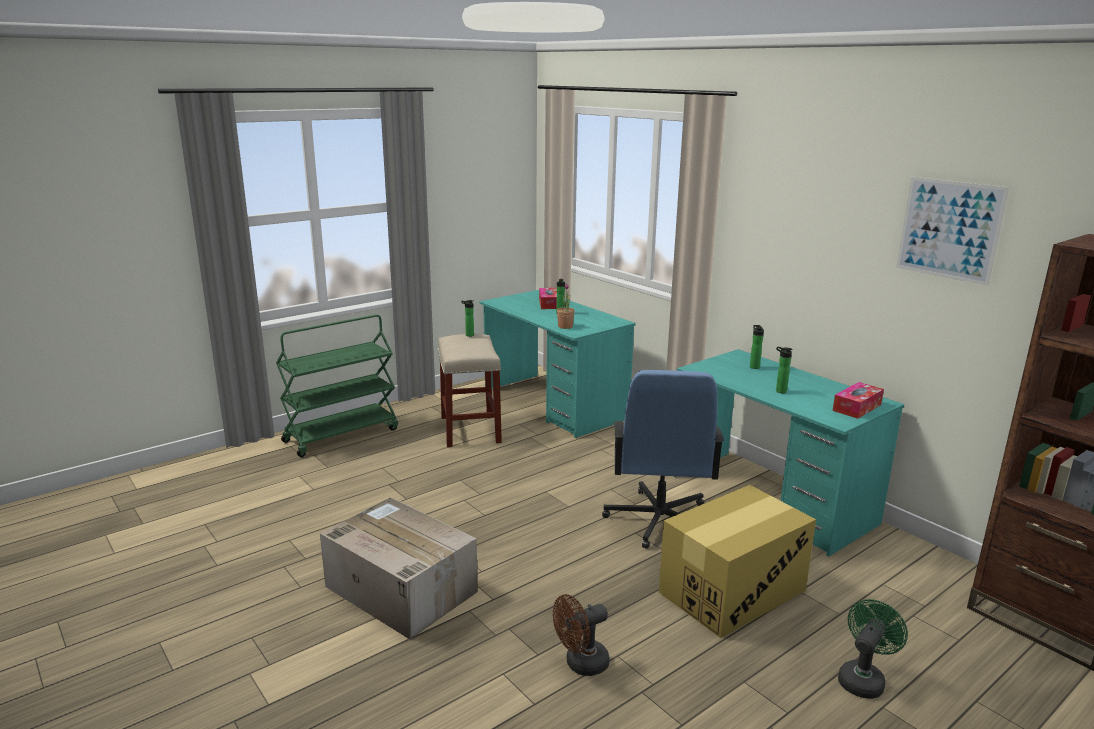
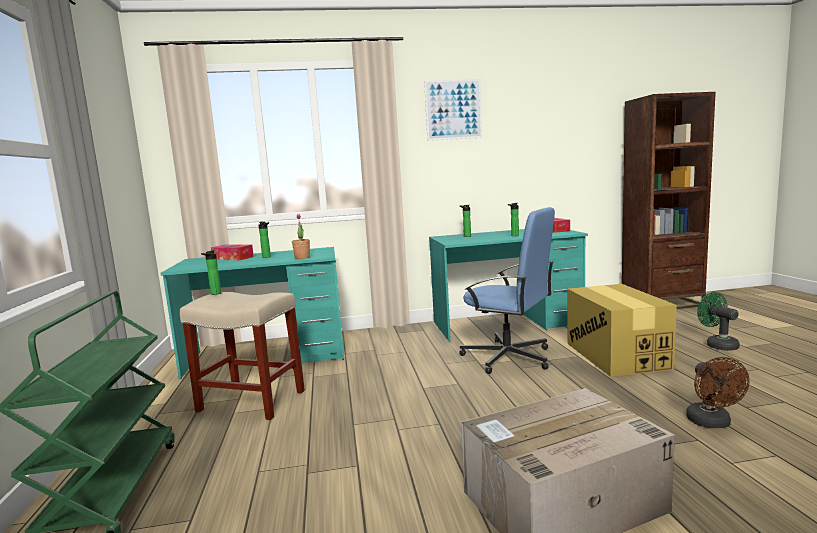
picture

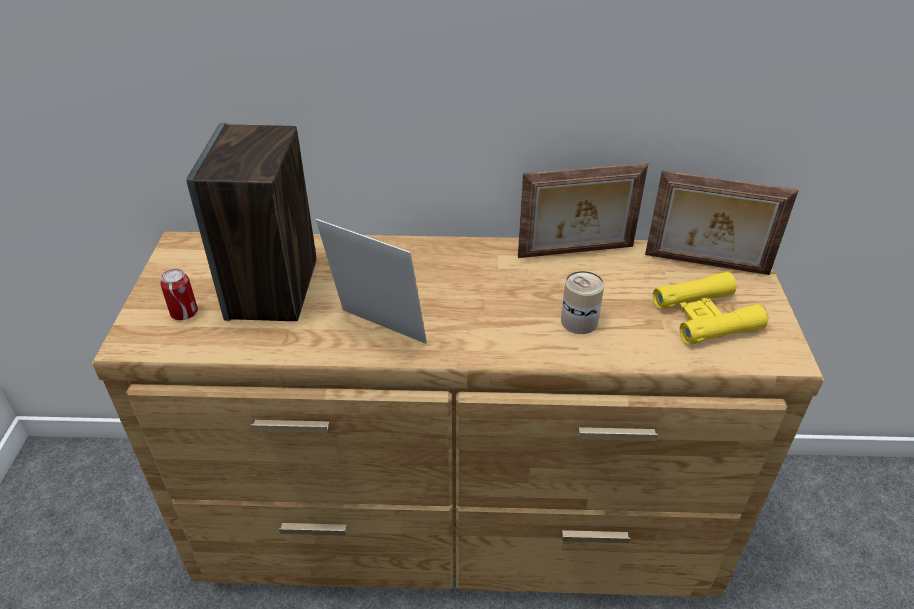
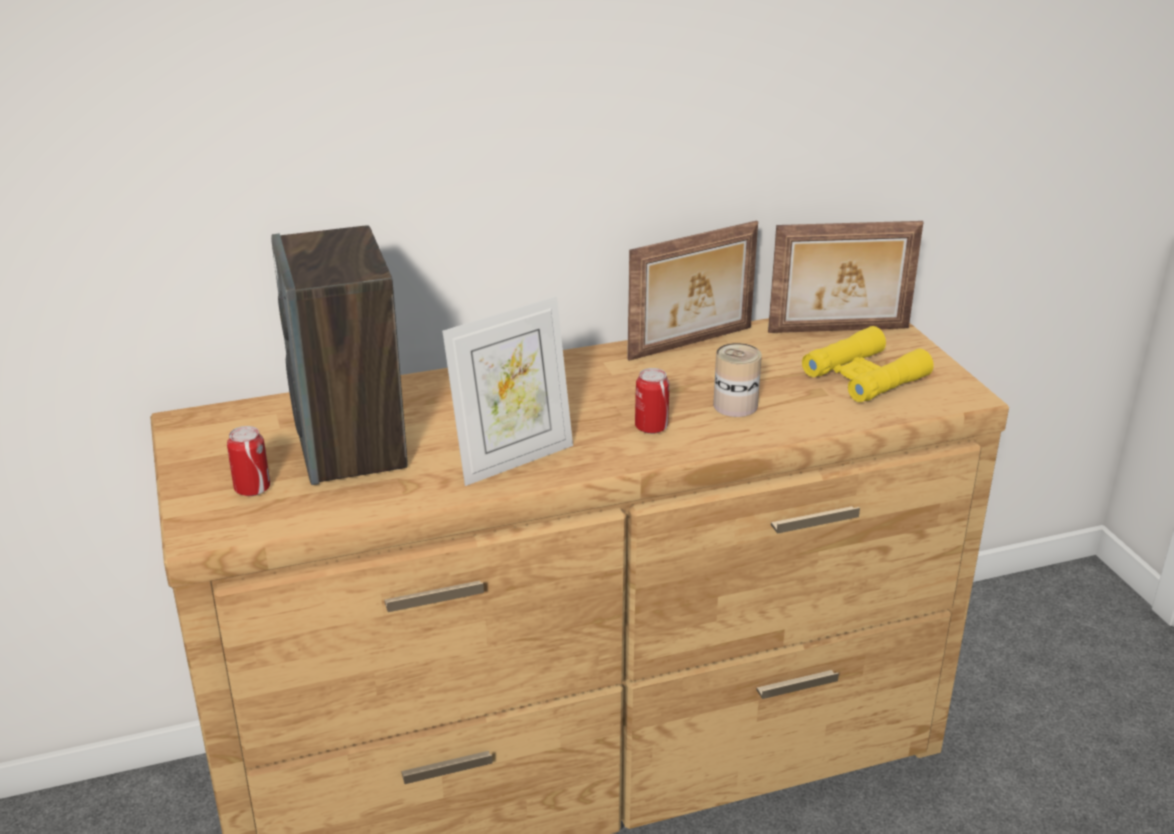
picture frame (1st from left)
can (2nd from left)

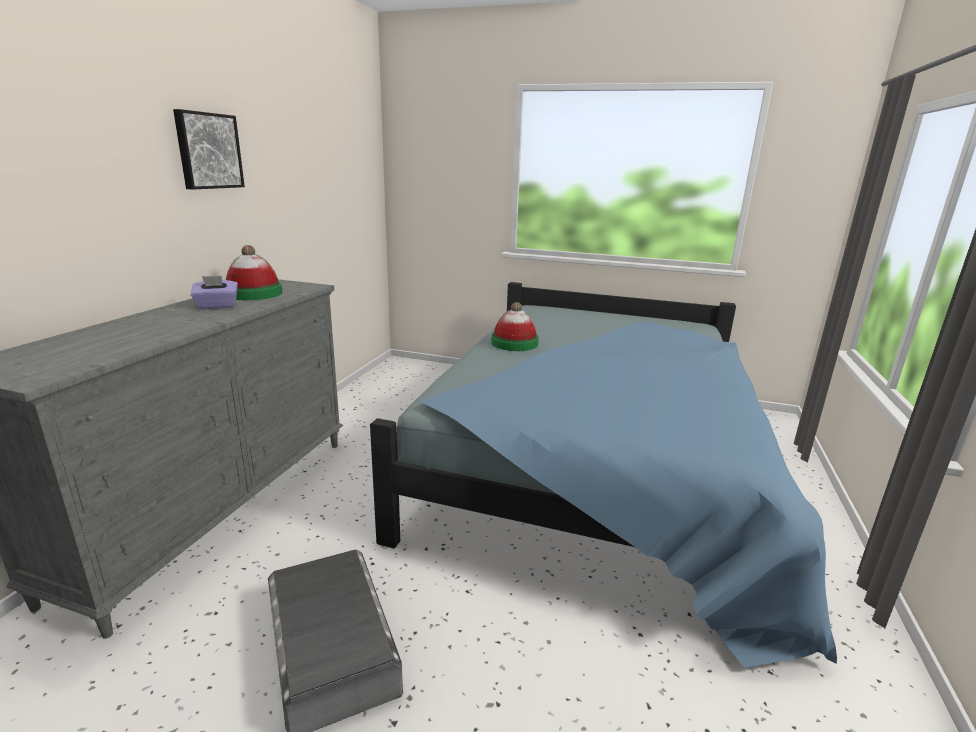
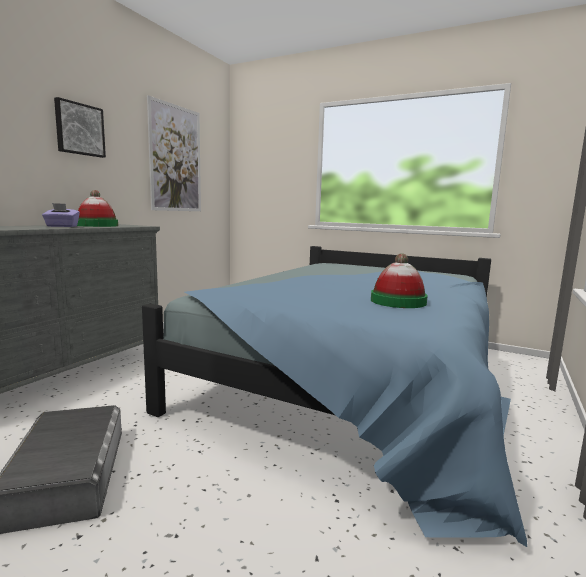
hat (2nd from left)
picture (2nd from left)

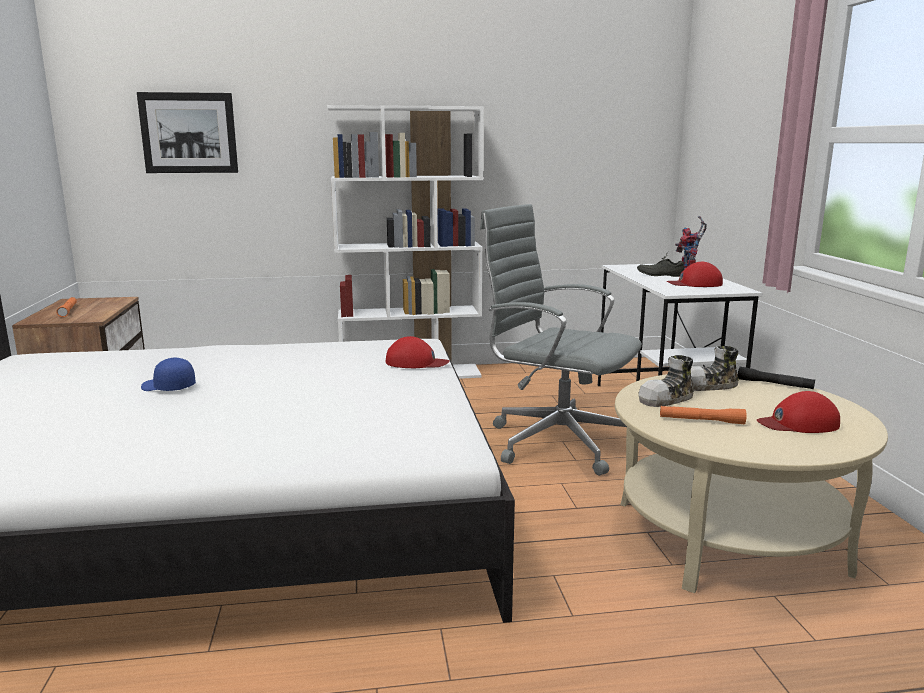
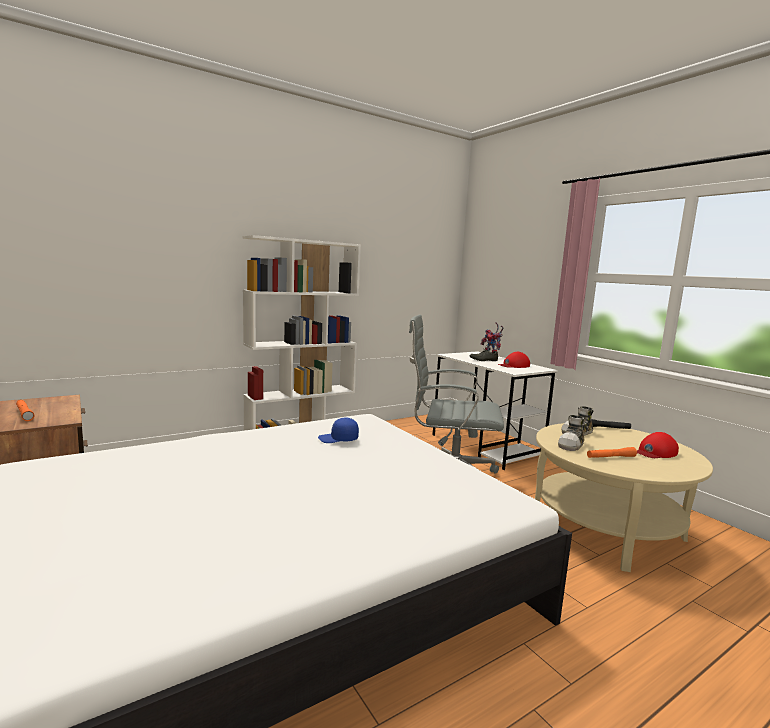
picture
blue cap
red cap (1st from left in the first image)

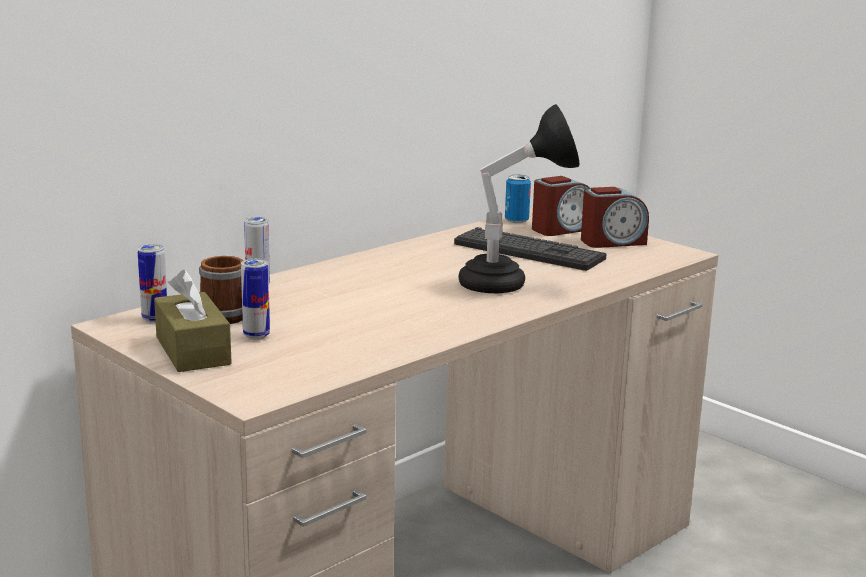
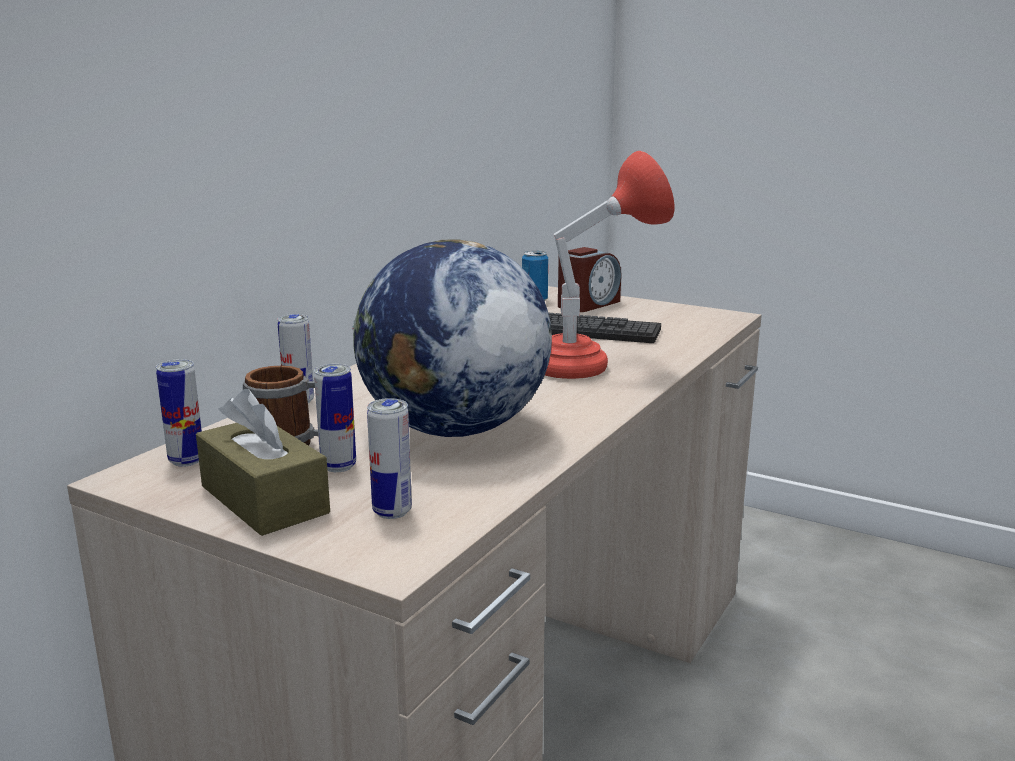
red table lamp
alarm clock (2nd from left in the first image)
globe
can (4th from left)

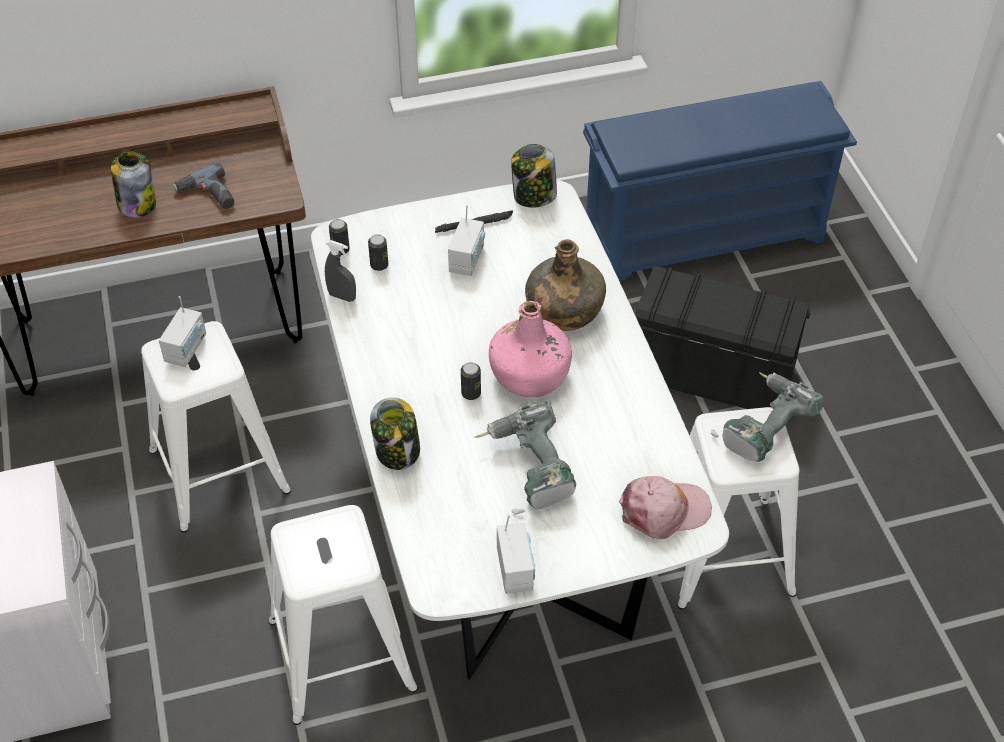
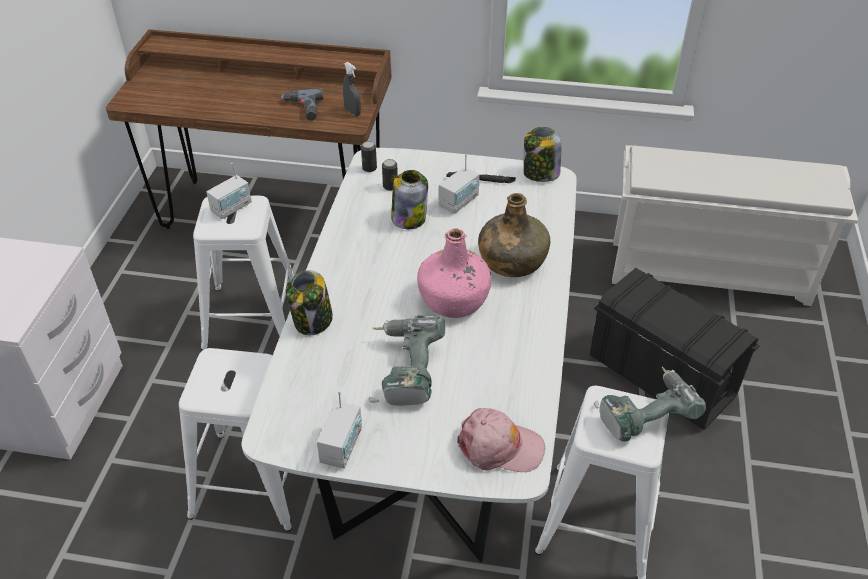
jar (2nd from left)
grey spray bottle
can (3rd from left in the first image)
white shoe rack

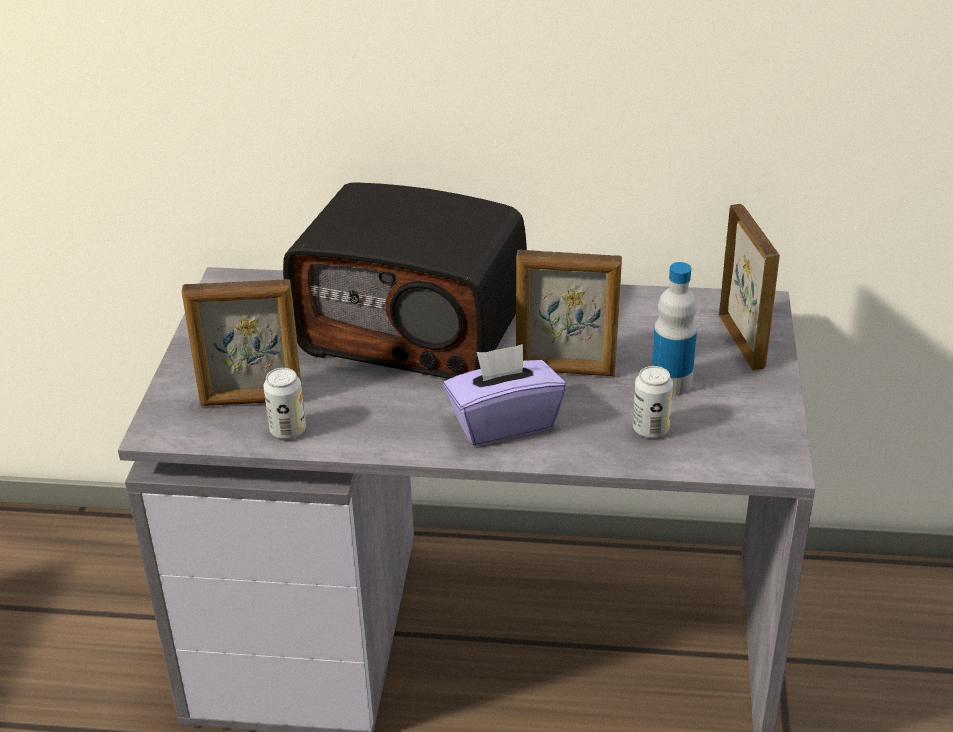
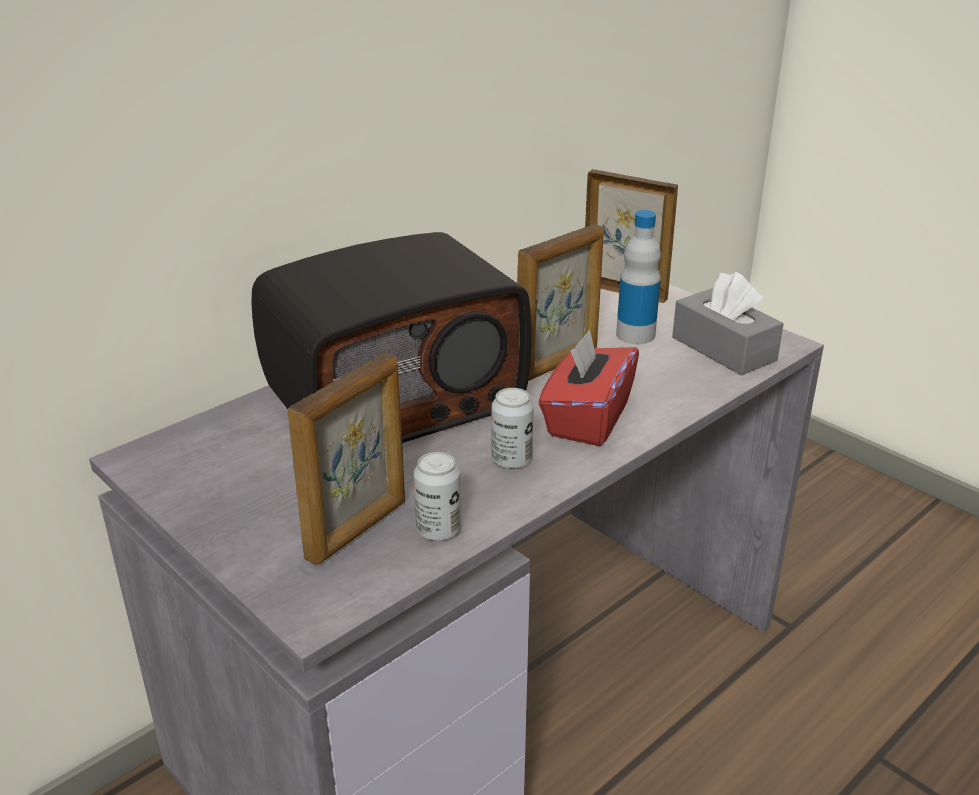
red tissue box
can (2nd from left)
grey tissue box

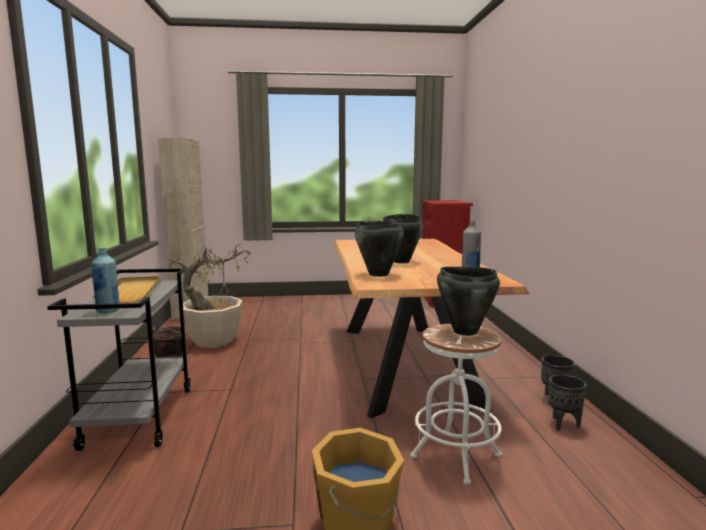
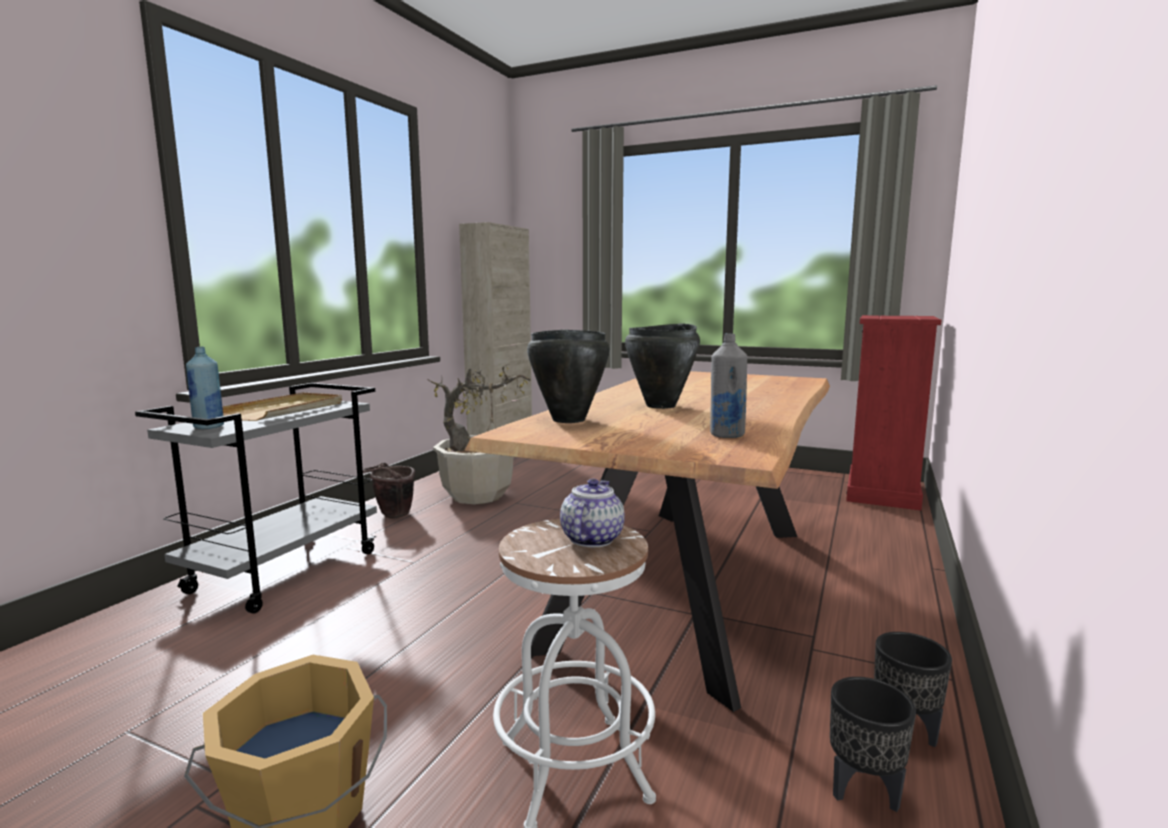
teapot

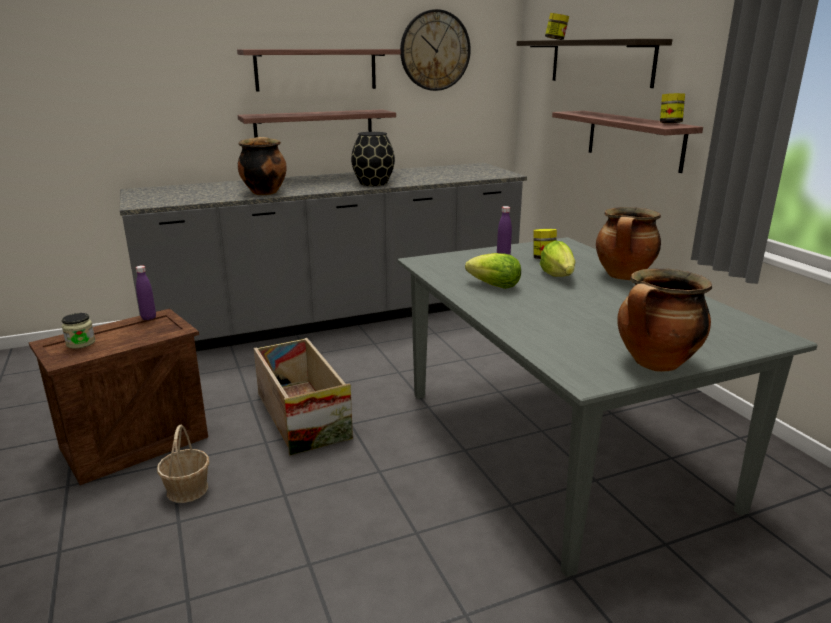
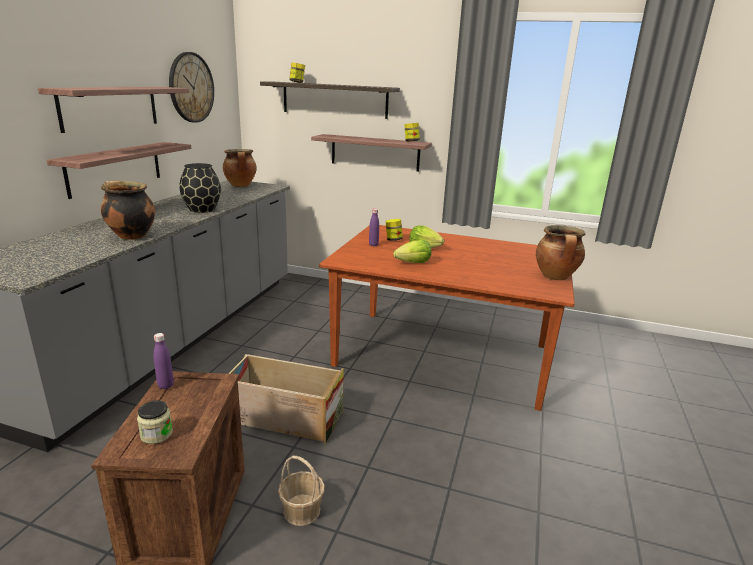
brown dining table
cooking pot (2nd from left)

